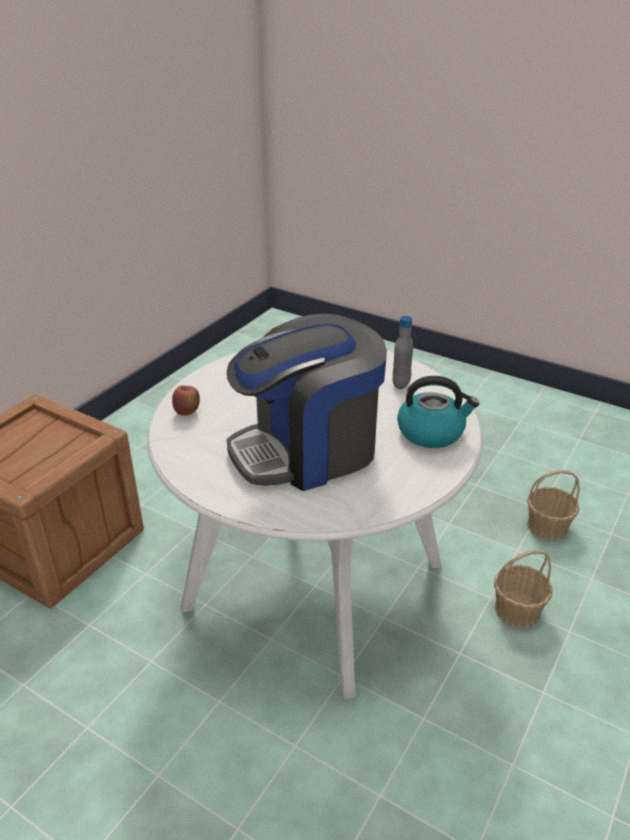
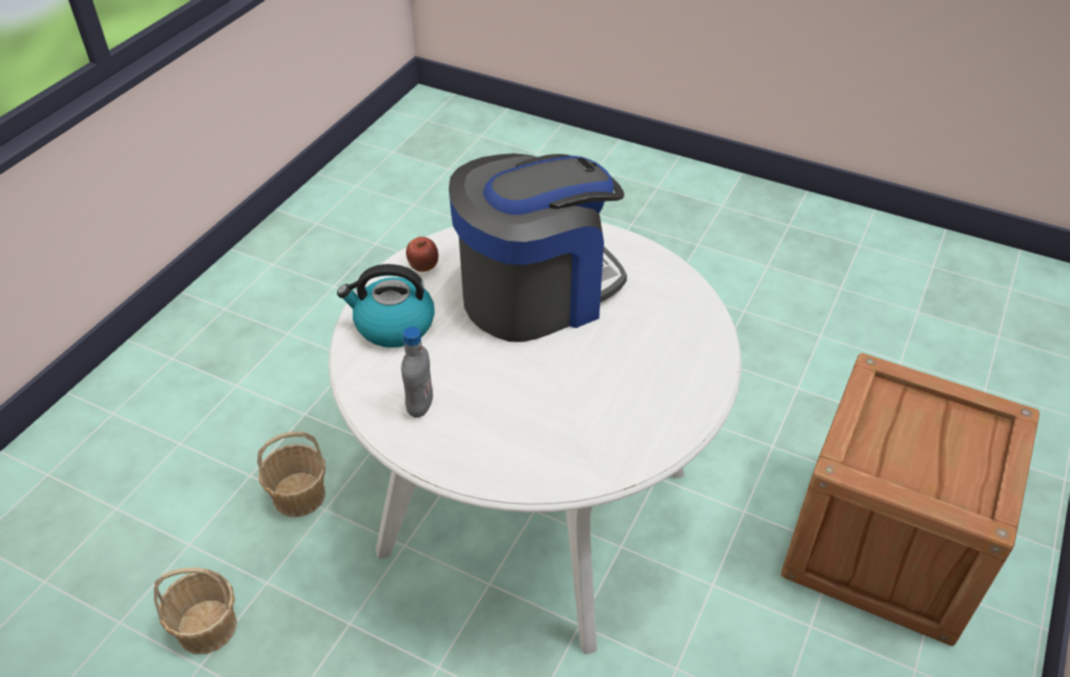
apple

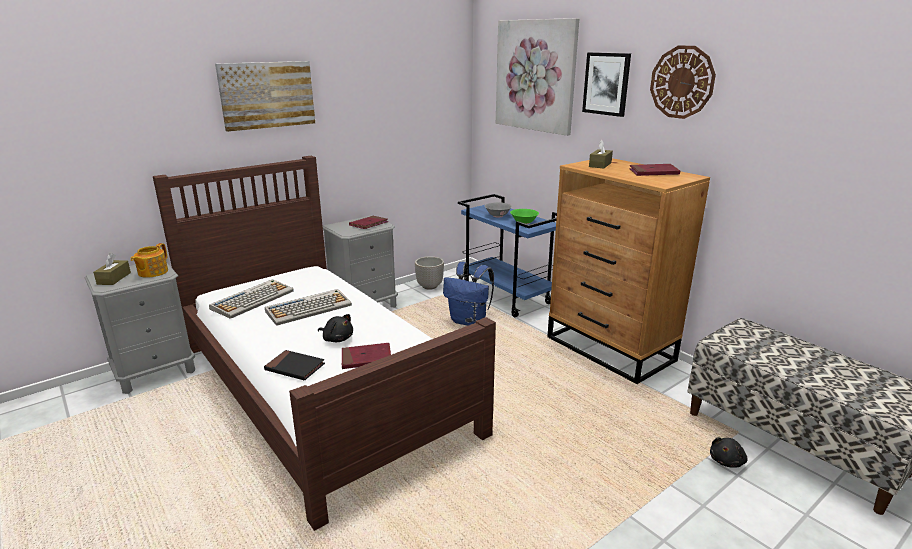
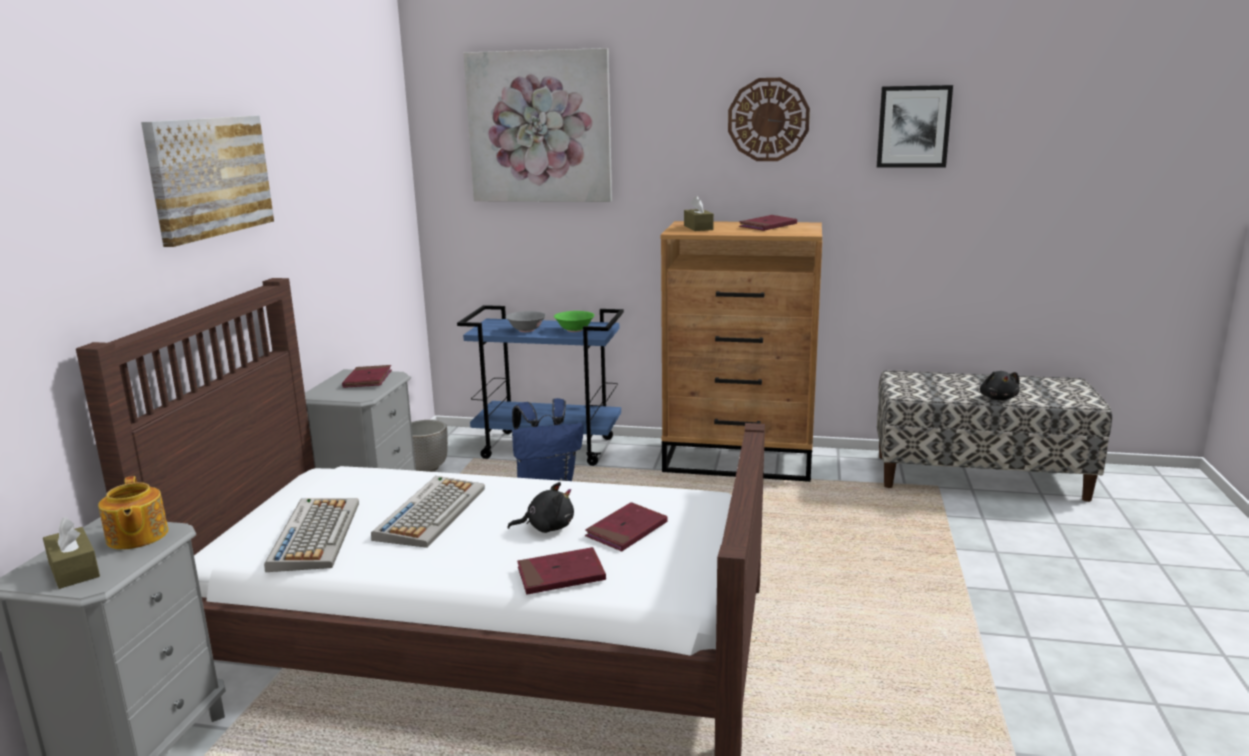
red book (2nd from left)
picture (3rd from left)
black plush toy (2nd from left)

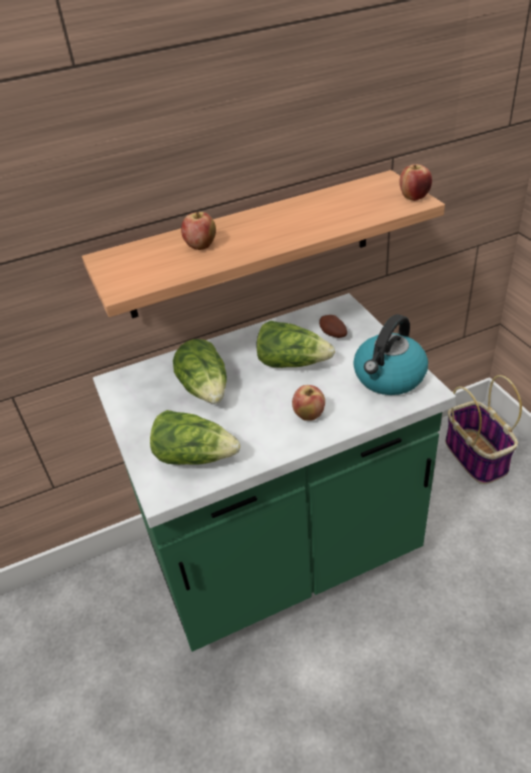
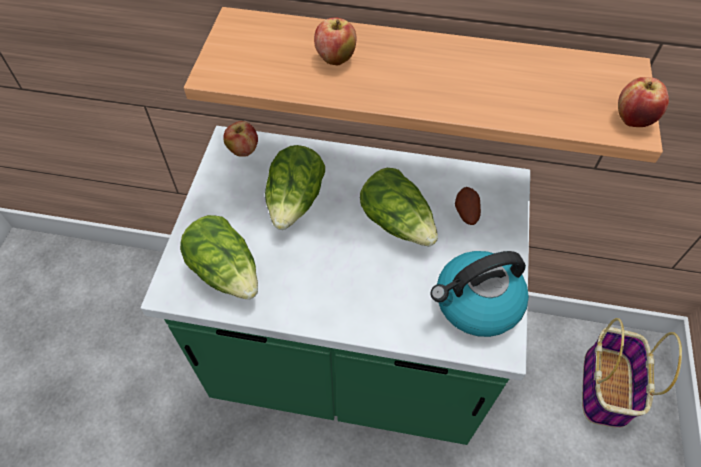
apple (1st from left)

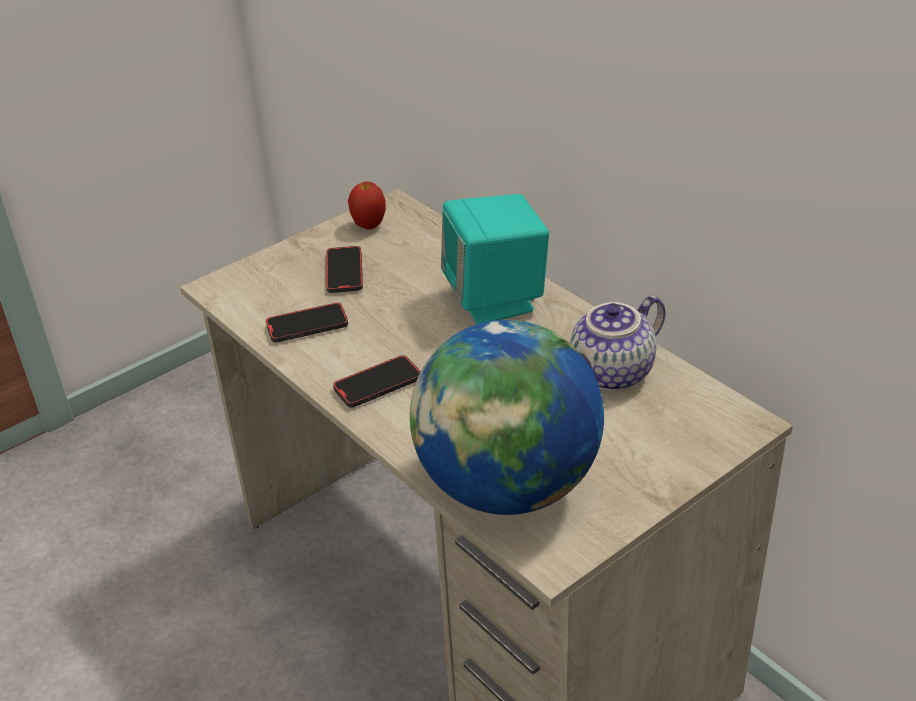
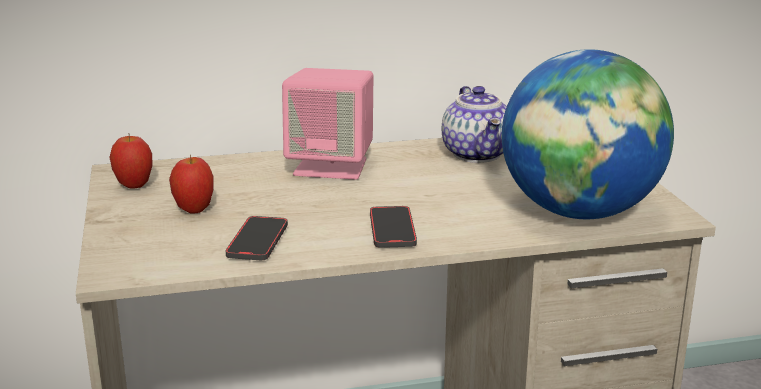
apple (2nd from left)
pink speaker

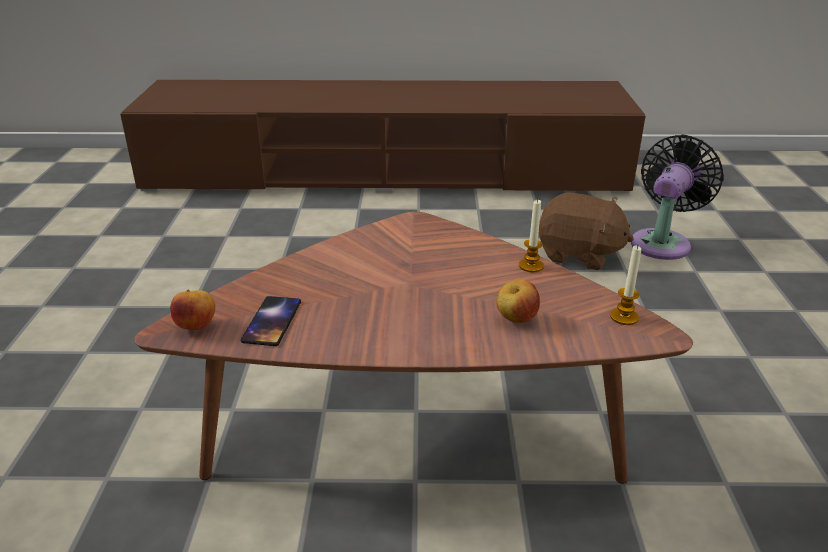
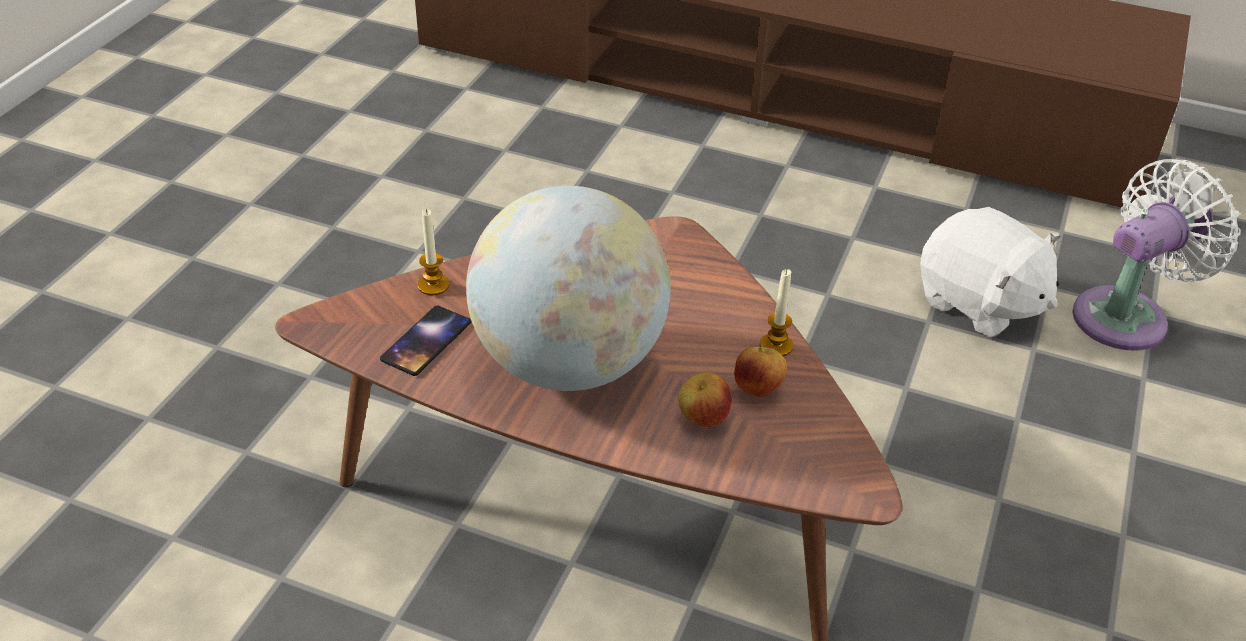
apple (2nd from left)
white plush toy
candle (1st from left)
white fan
globe

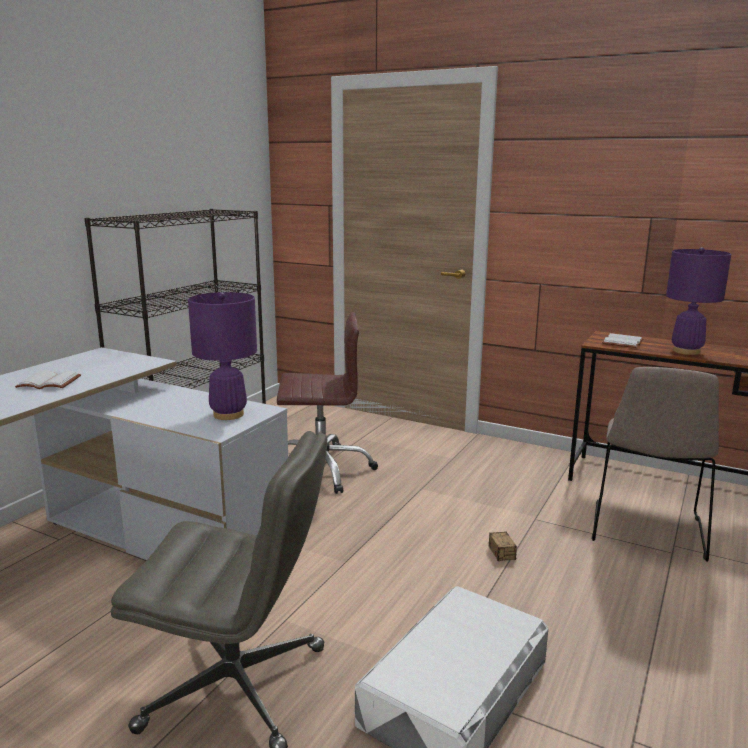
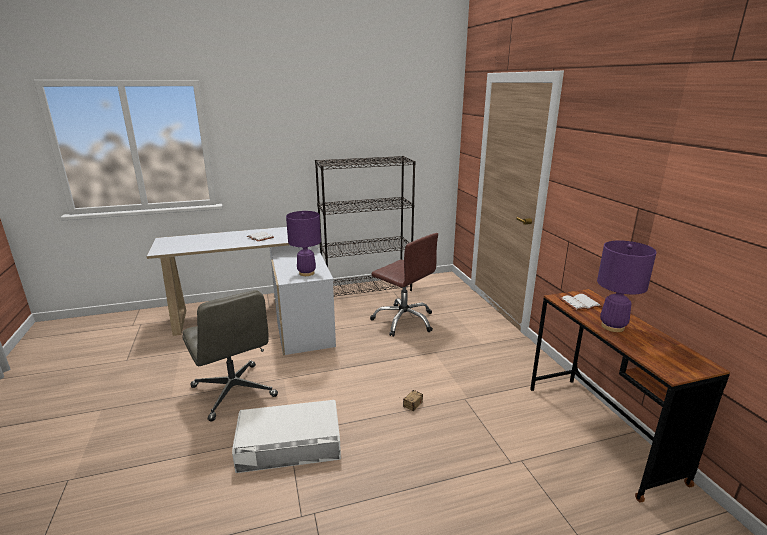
beige chair

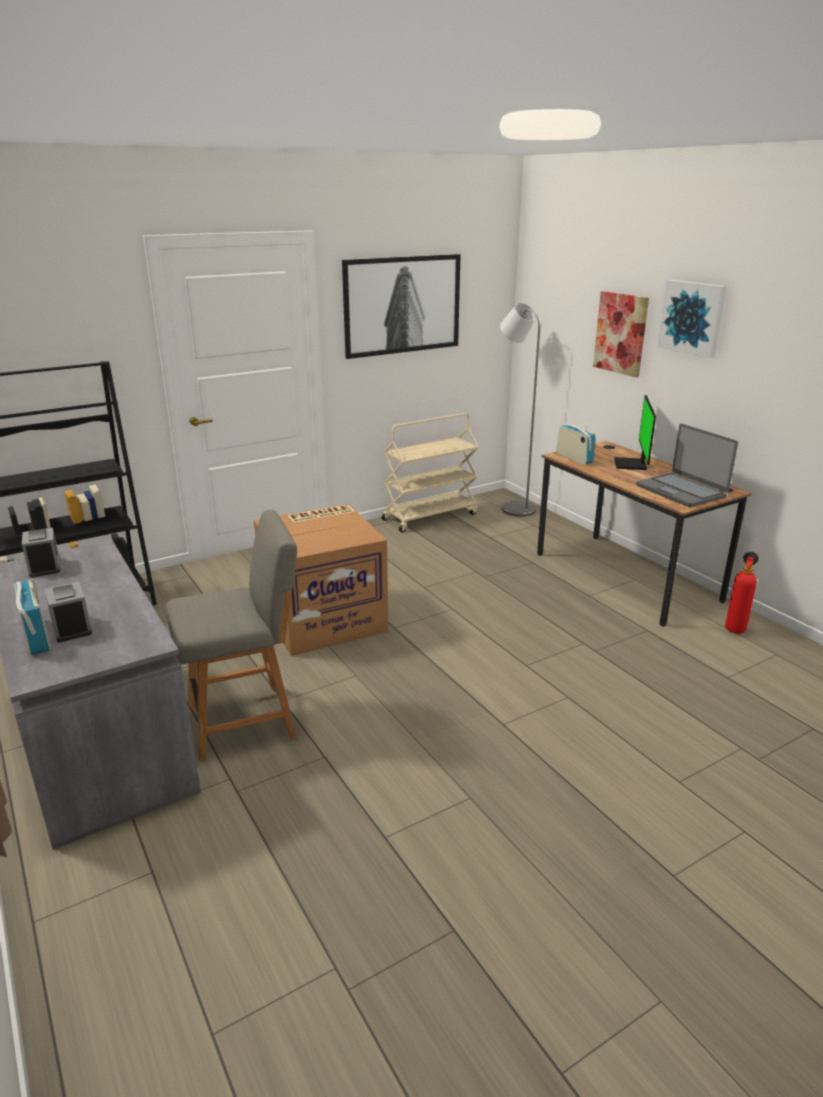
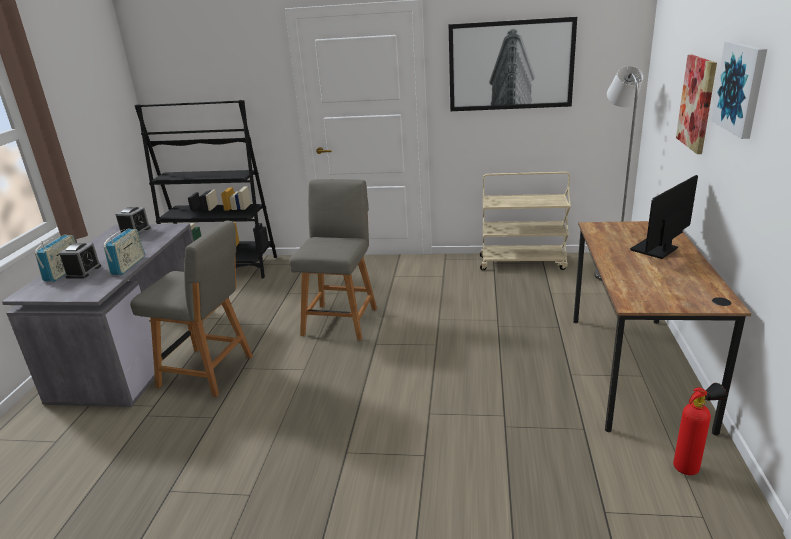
grey chair (2nd from left)
radio (2nd from left)
laptop

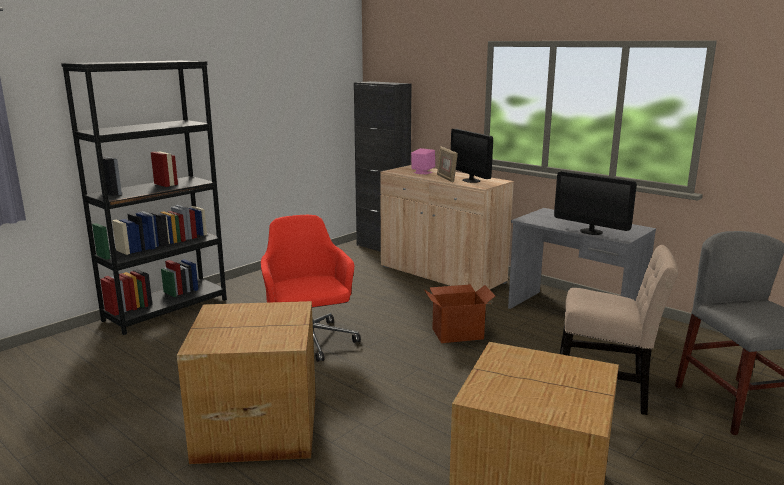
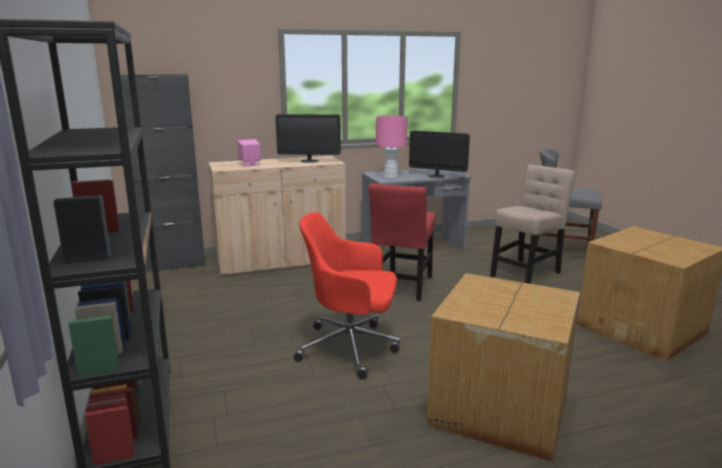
red chair
picture frame
monitor (2nd from left)
pink table lamp

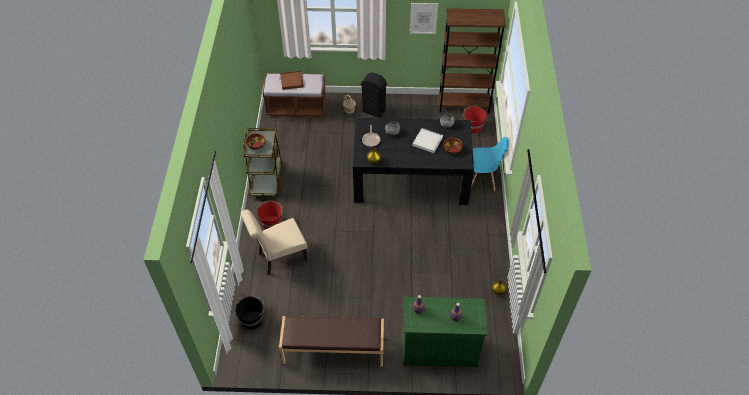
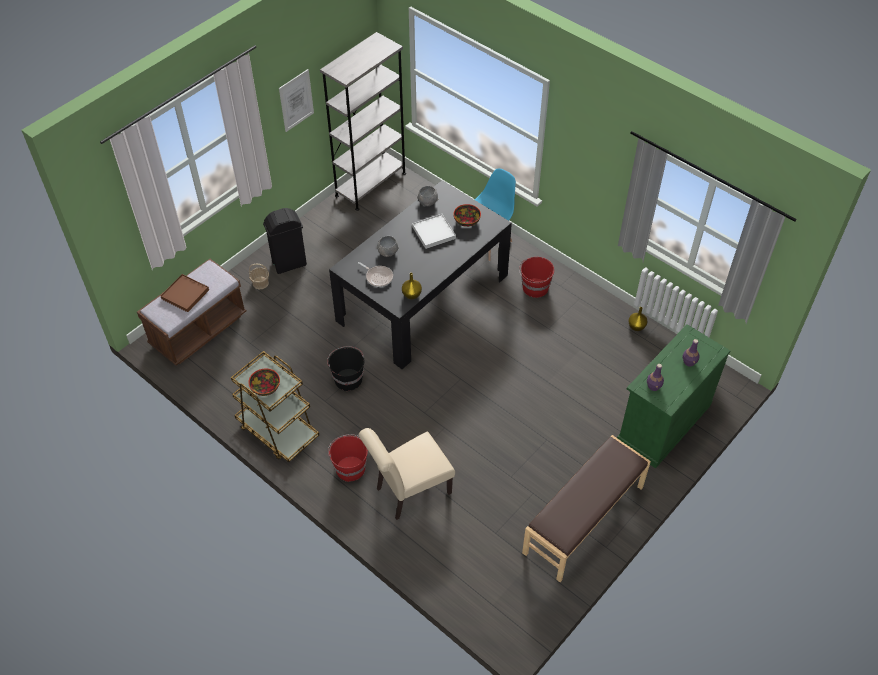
black bucket
beige chair
grey bookcase
red bucket (2nd from left)

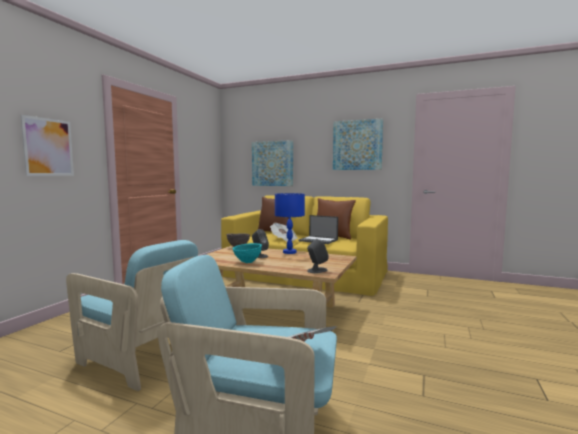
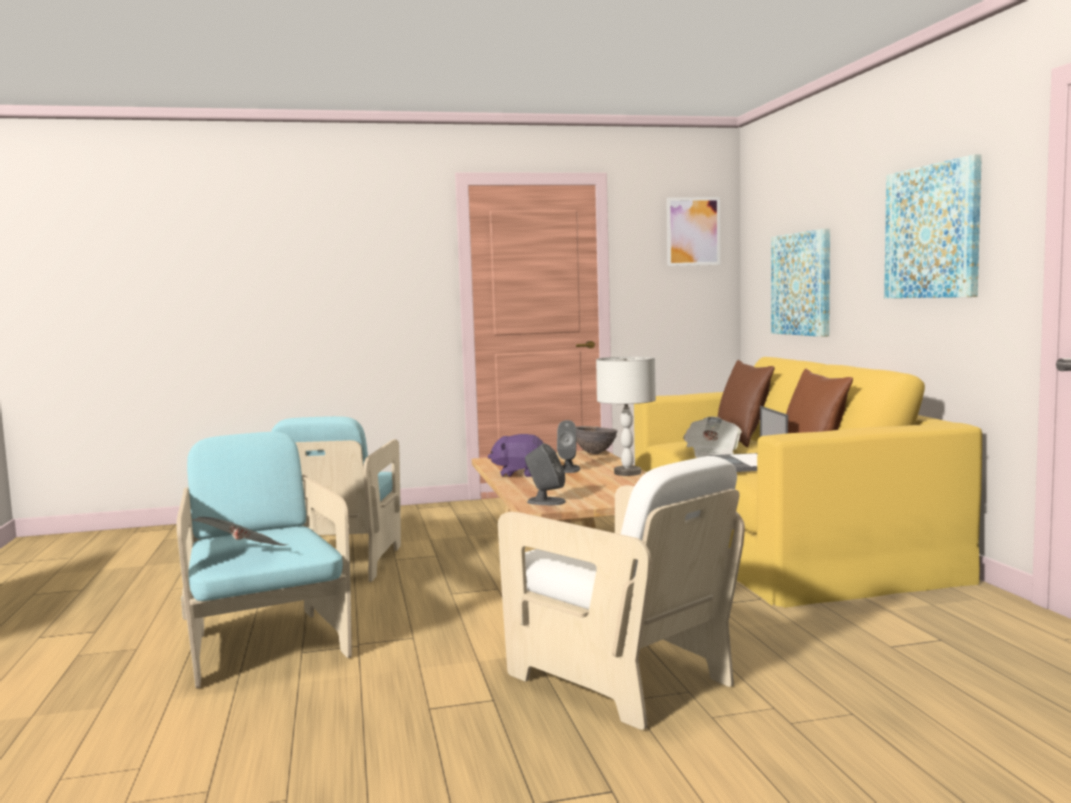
picture (1st from left)
purple plush toy
grey table lamp
white armchair

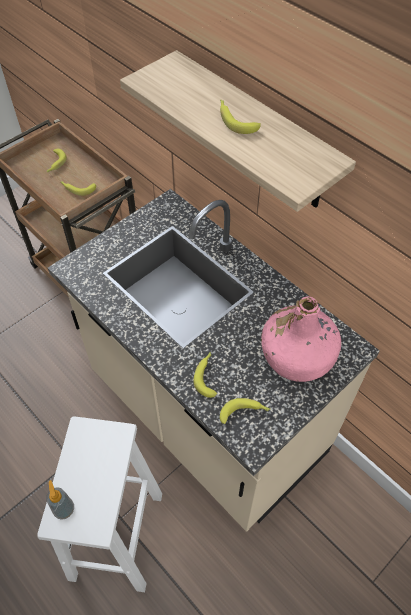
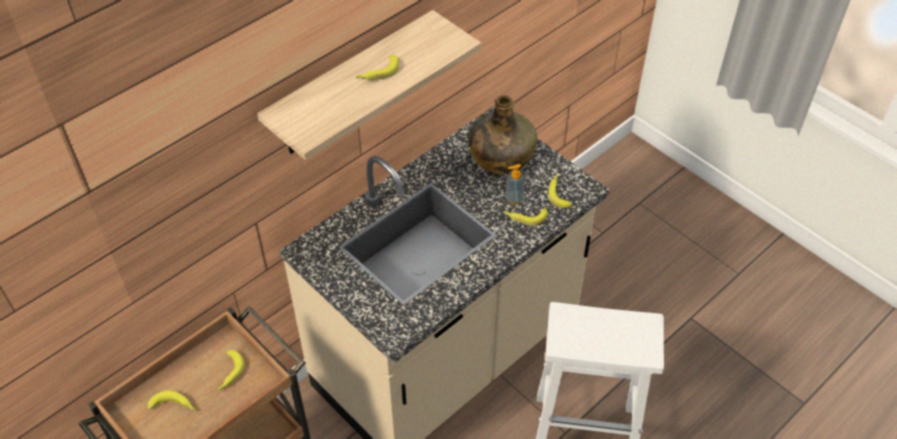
soap dispenser
green bottle

